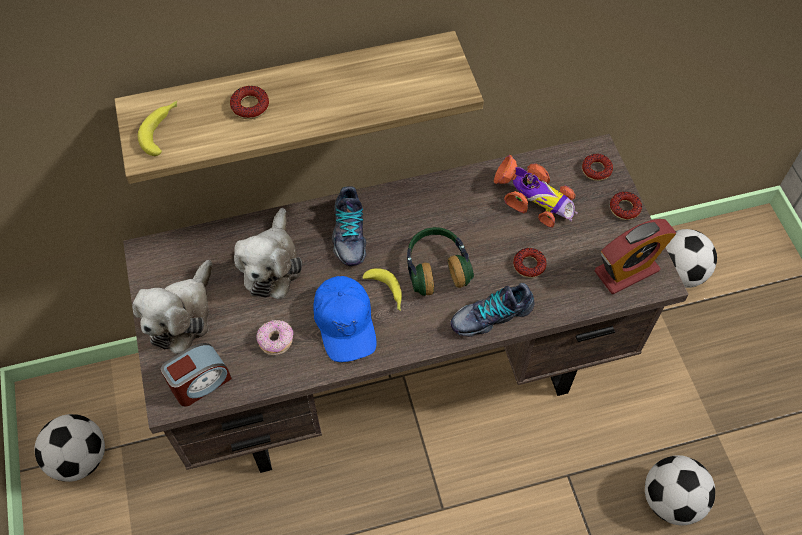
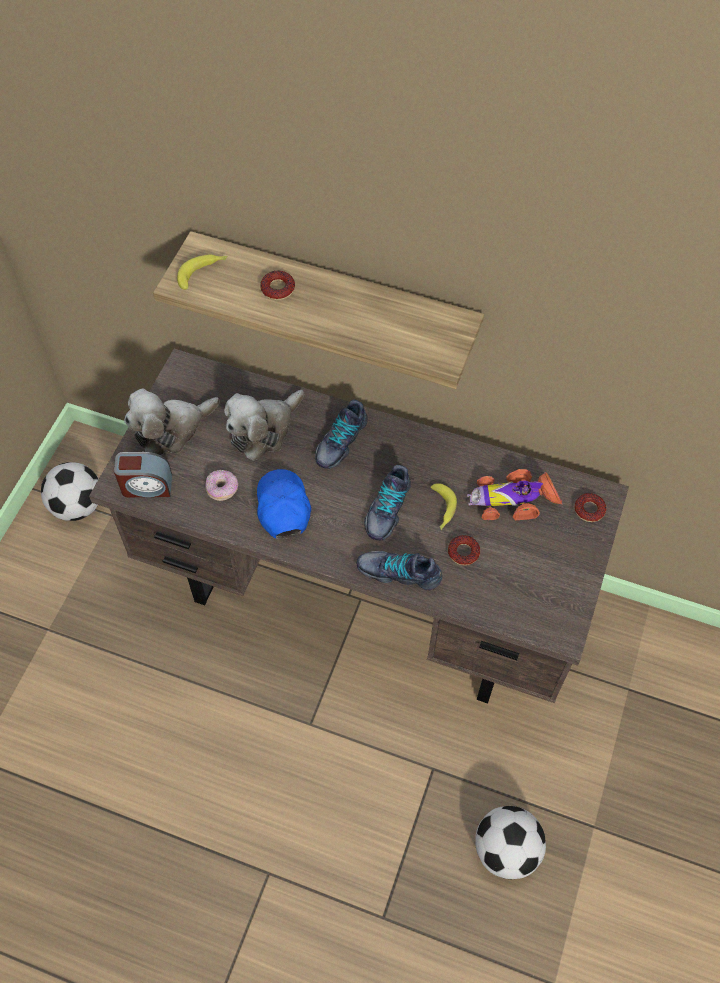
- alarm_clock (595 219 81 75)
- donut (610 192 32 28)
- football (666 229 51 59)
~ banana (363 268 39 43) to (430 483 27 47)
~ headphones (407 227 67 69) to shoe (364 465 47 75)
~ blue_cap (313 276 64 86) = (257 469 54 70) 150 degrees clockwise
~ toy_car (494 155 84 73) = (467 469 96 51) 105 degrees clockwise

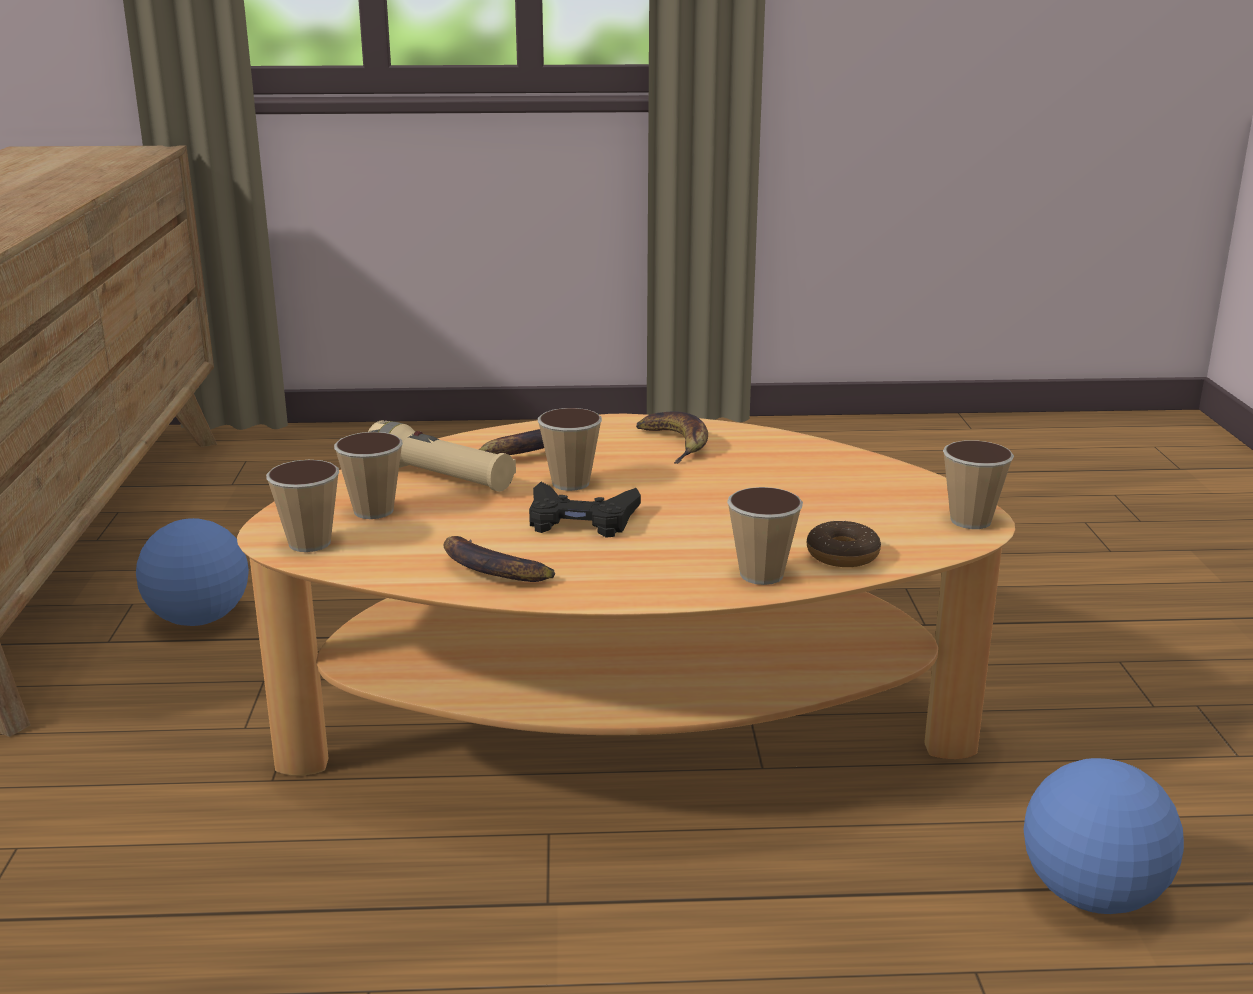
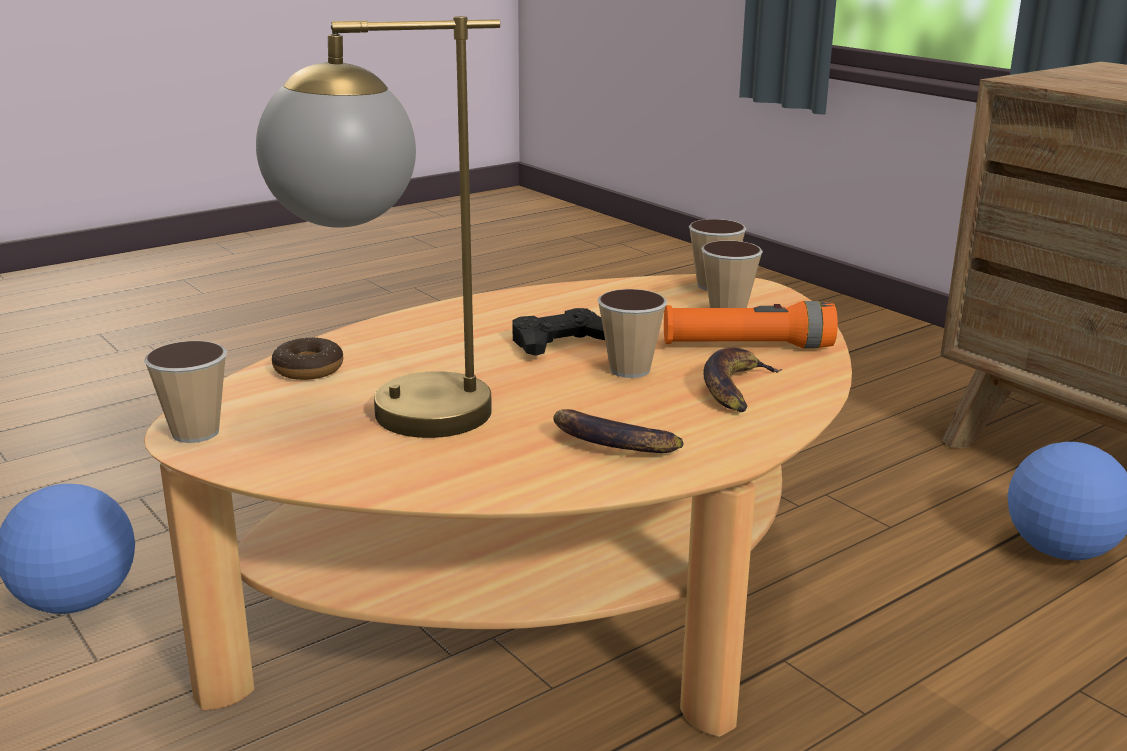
- banana (444 536 111 46)
- cup (727 487 76 98)
+ table_lamp (256 16 244 422)
~ beige_flashlight (368 421 148 71) to orange_flashlight (664 301 174 47)

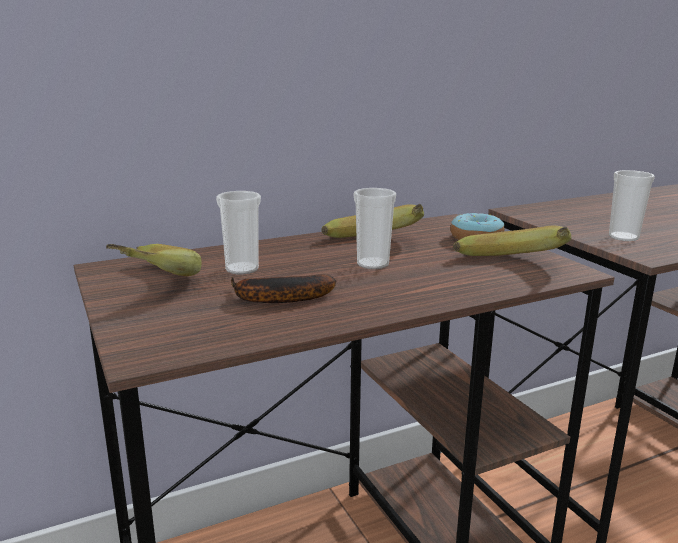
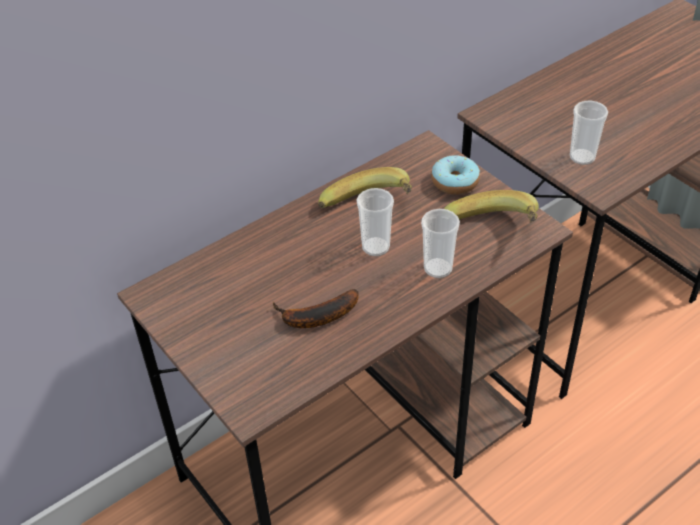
- banana (106 244 96 32)
~ cup (216 191 45 83) to (421 209 39 69)

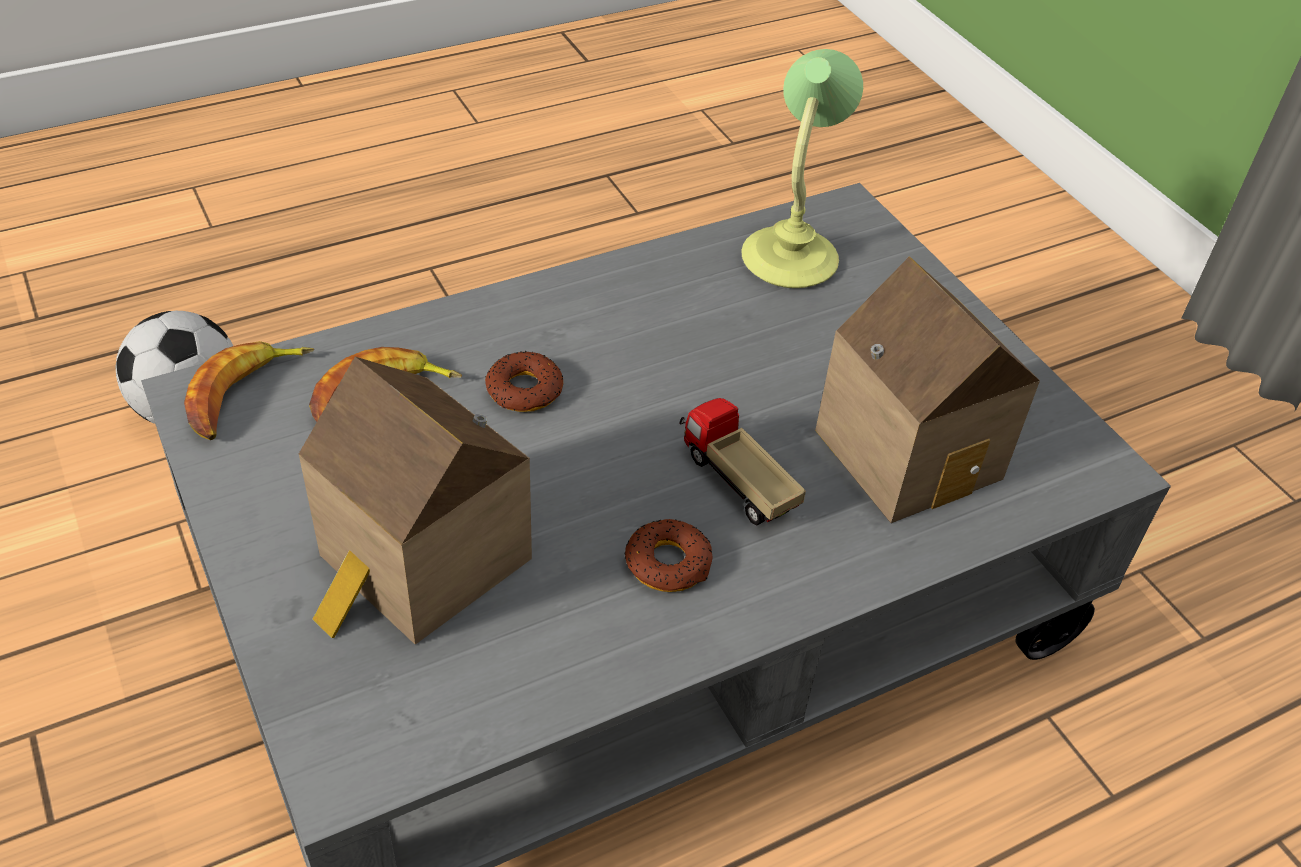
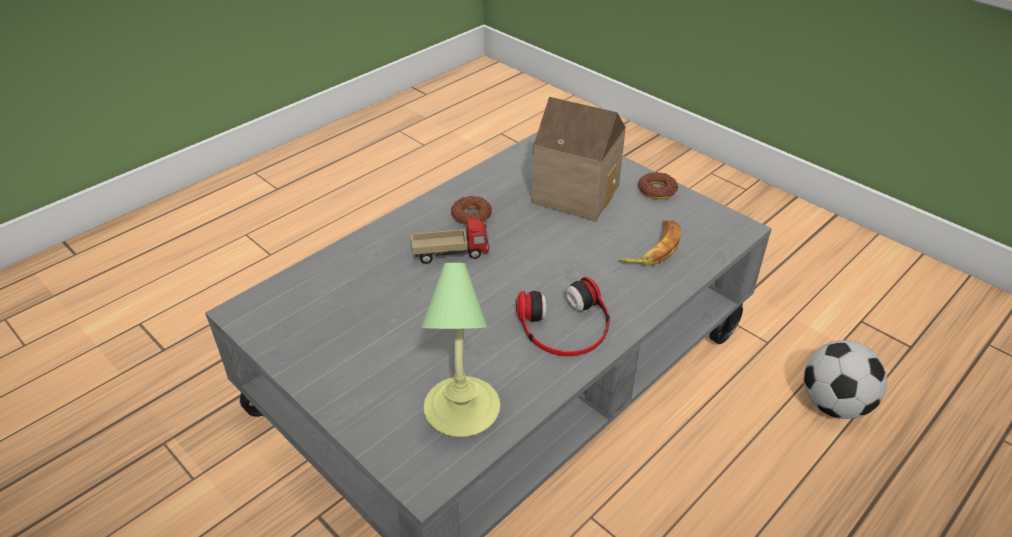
- banana (184 341 130 99)
- toy_house (815 256 225 267)
+ headphones (516 277 94 79)
~ donut (485 351 78 61) to (638 172 40 28)
~ toy_truck (679 398 127 128) = (411 218 78 46) 45 degrees counterclockwise

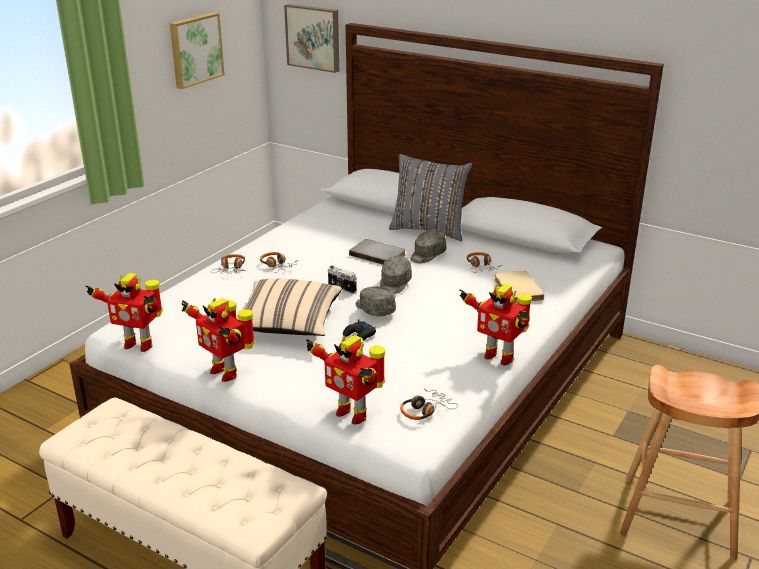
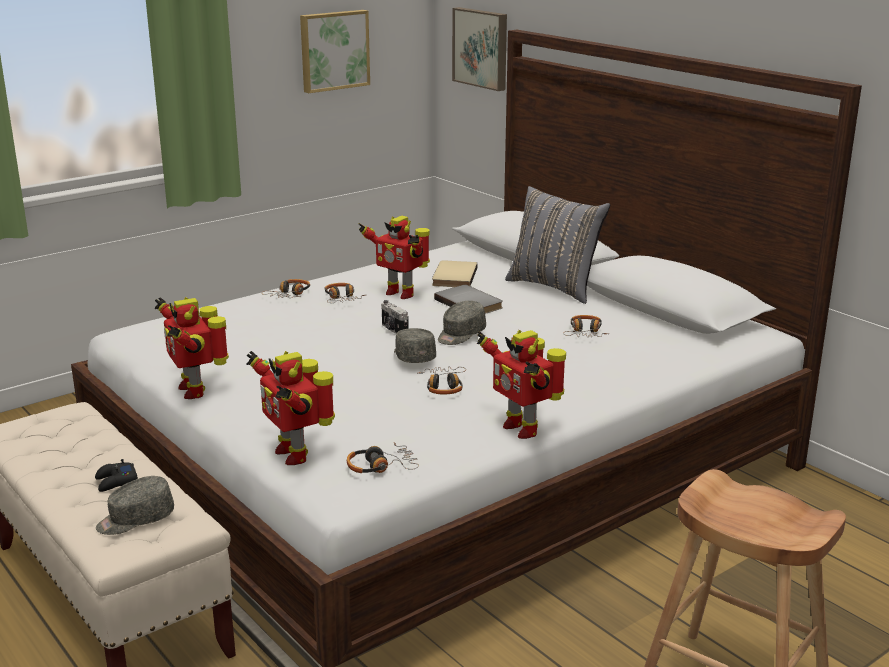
- beige_pillow (236 278 106 58)
+ headphones (420 366 46 29)
~ toy_robot (85 273 78 79) to (359 216 71 83)
~ black_game_controller (343 319 33 22) to (95 459 43 33)
~ grey_cap (410 230 36 33) to (96 476 78 59)
~ beige_book (494 271 50 32) to (432 260 46 27)

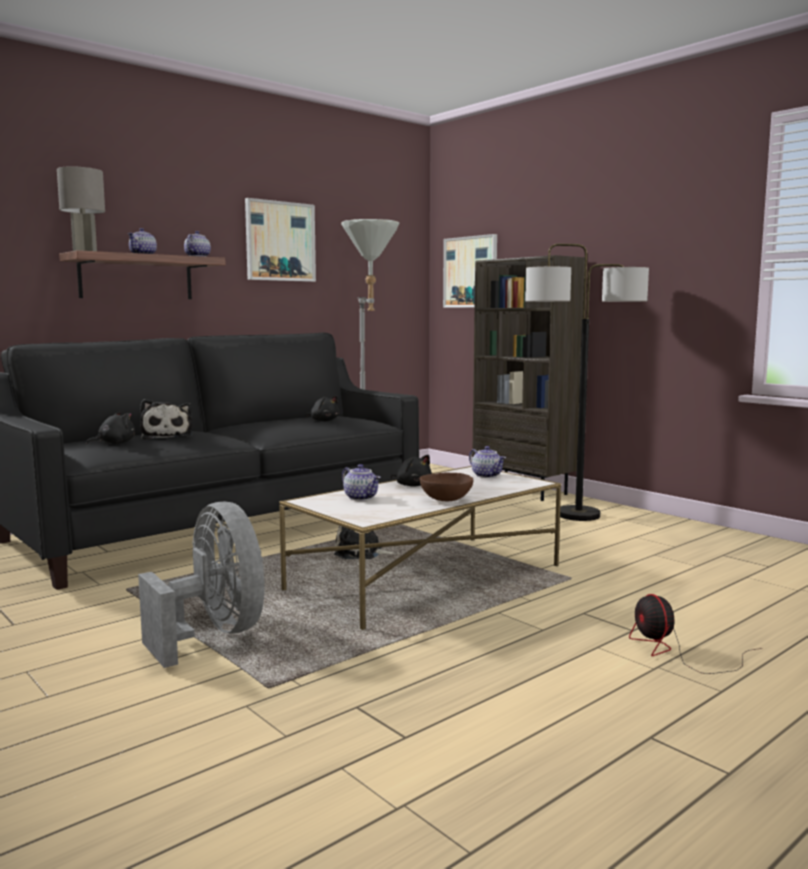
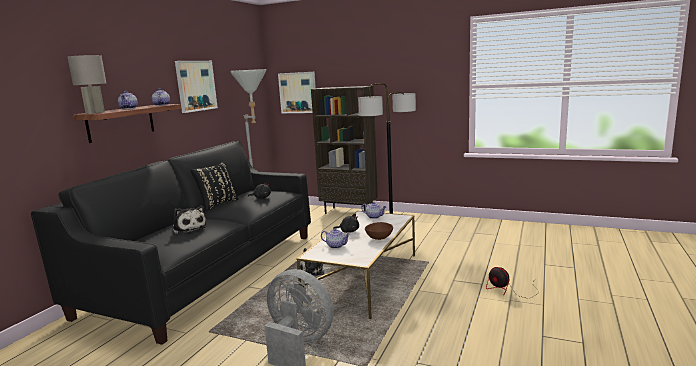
- black_plush_toy (86 412 49 32)
+ black_pillow (191 161 48 50)

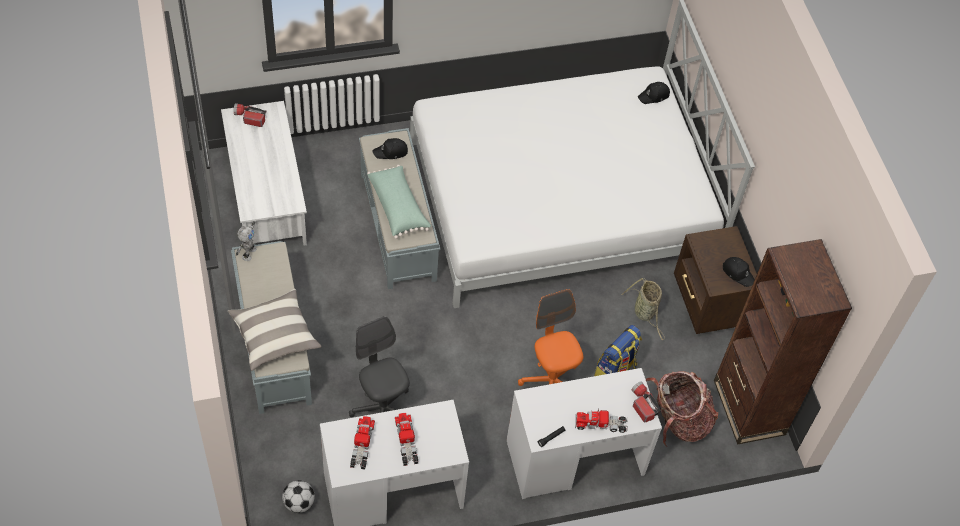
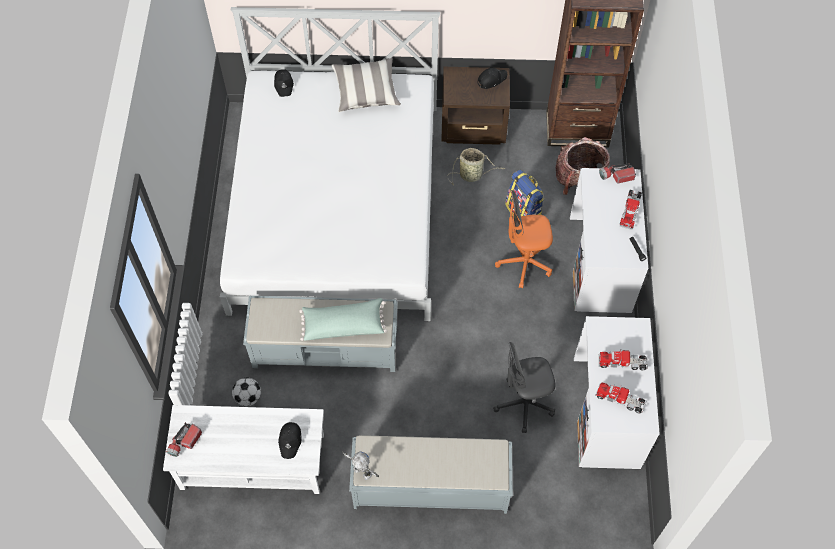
~ pillow (228 289 94 82) to (331 57 70 55)
~ football (282 480 33 33) to (232 378 29 28)
~ black_cap (372 138 36 21) to (278 422 24 37)

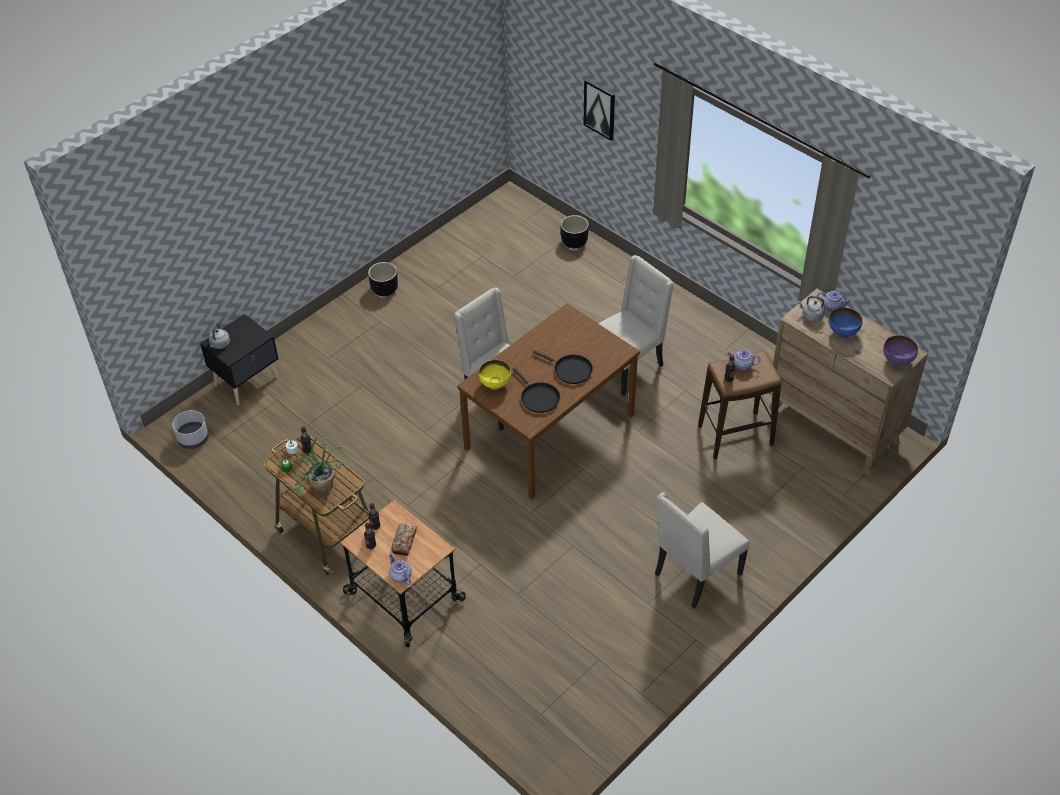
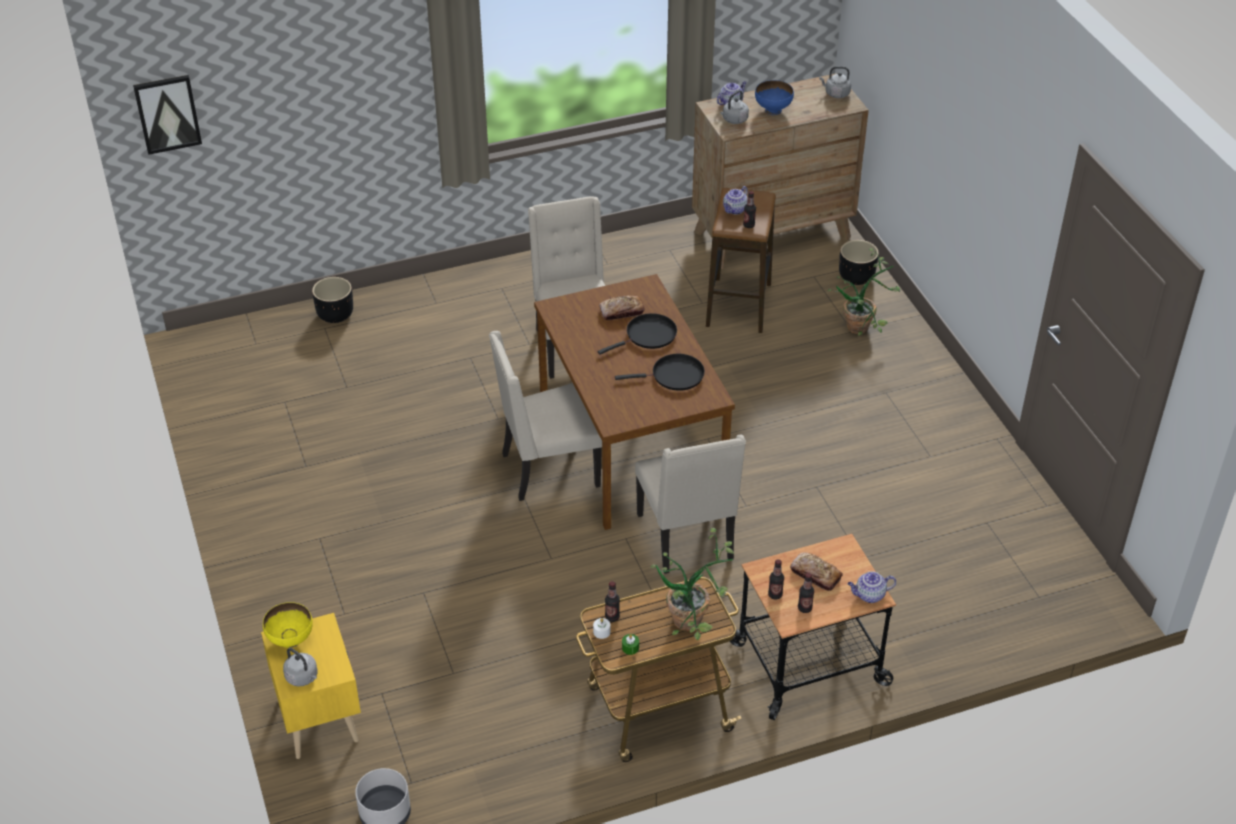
+ bread (599 295 45 25)
+ potted_plant (827 248 73 87)
~ black_planter (368 262 30 34) to (839 240 40 45)
~ yellow_bowl (478 360 33 30) to (263 602 50 46)
~ picture (584 79 31 62) to (133 75 69 80)
~ beige_chair (655 492 95 117) to (635 435 111 139)
~ purple_bowl (883 335 35 31) to grey_kettle (819 66 32 32)
~ black_nightstand (200 314 79 91) to yellow_nightstand (261 613 100 146)

